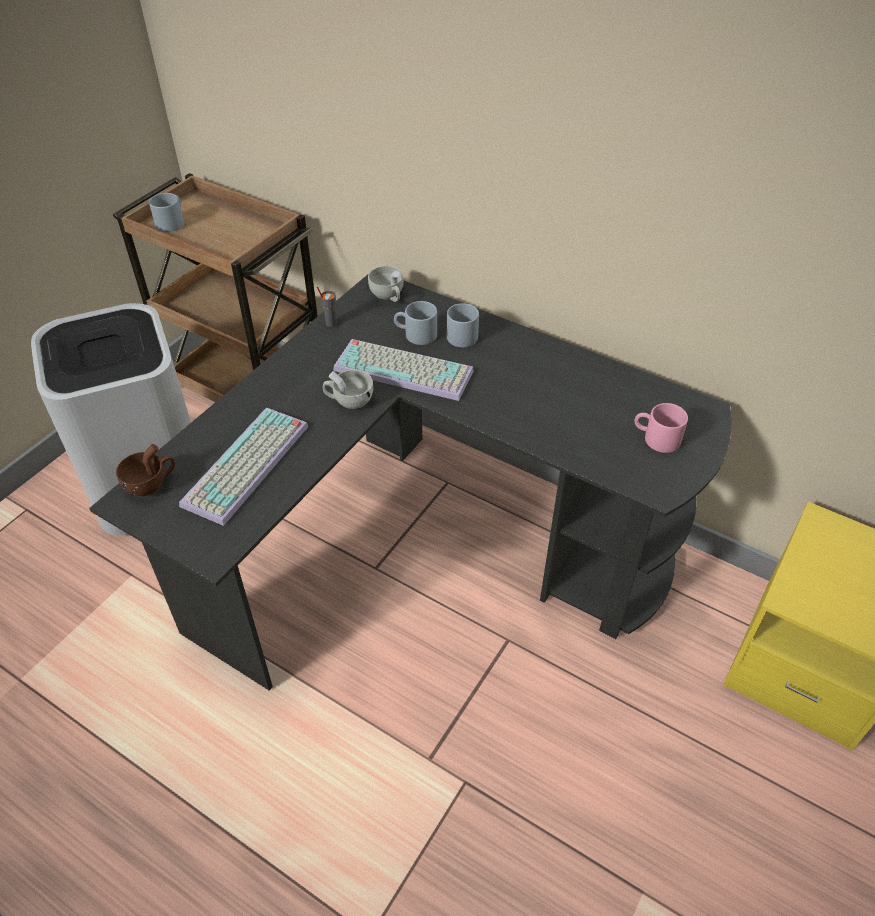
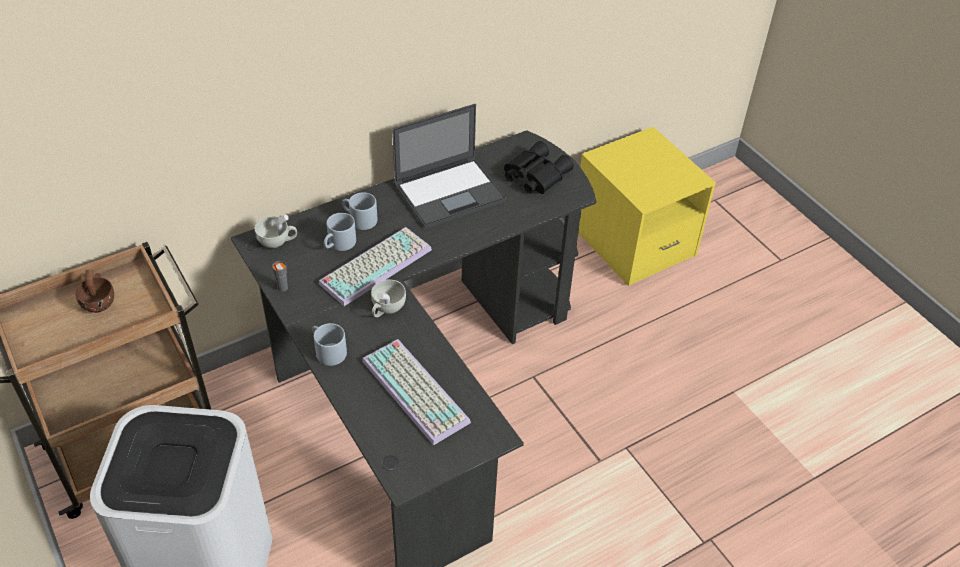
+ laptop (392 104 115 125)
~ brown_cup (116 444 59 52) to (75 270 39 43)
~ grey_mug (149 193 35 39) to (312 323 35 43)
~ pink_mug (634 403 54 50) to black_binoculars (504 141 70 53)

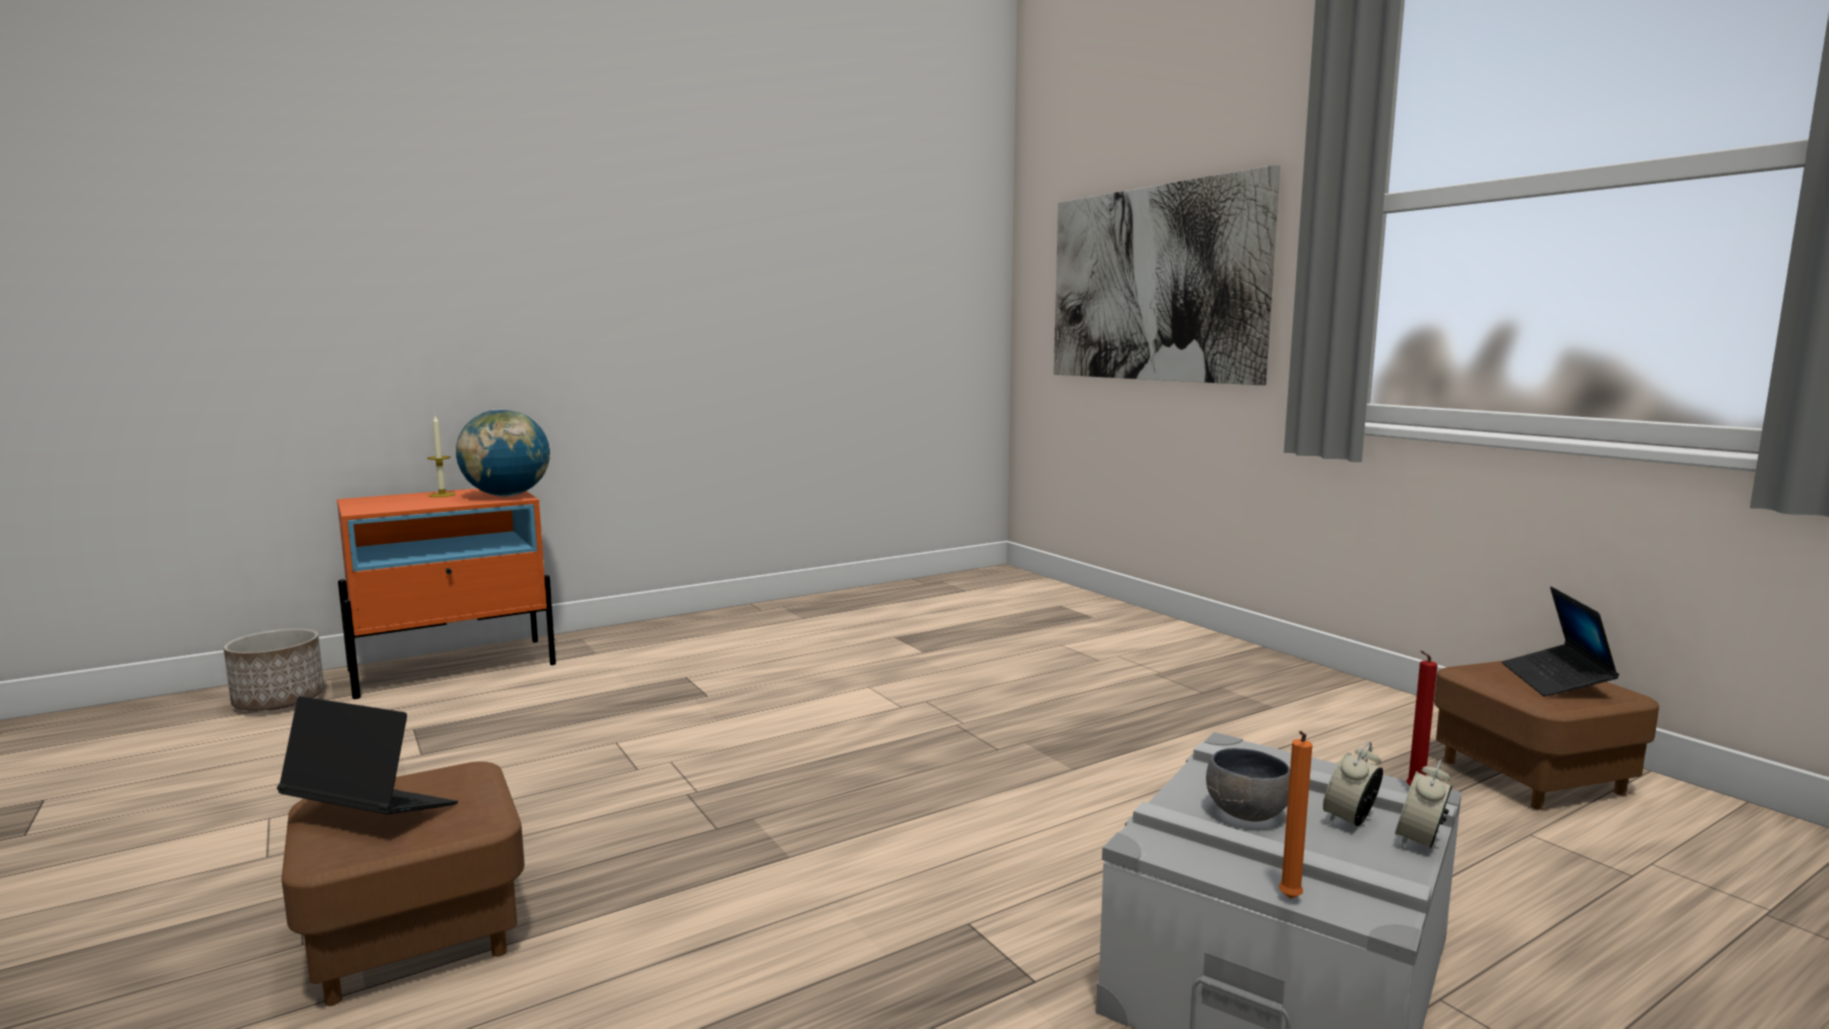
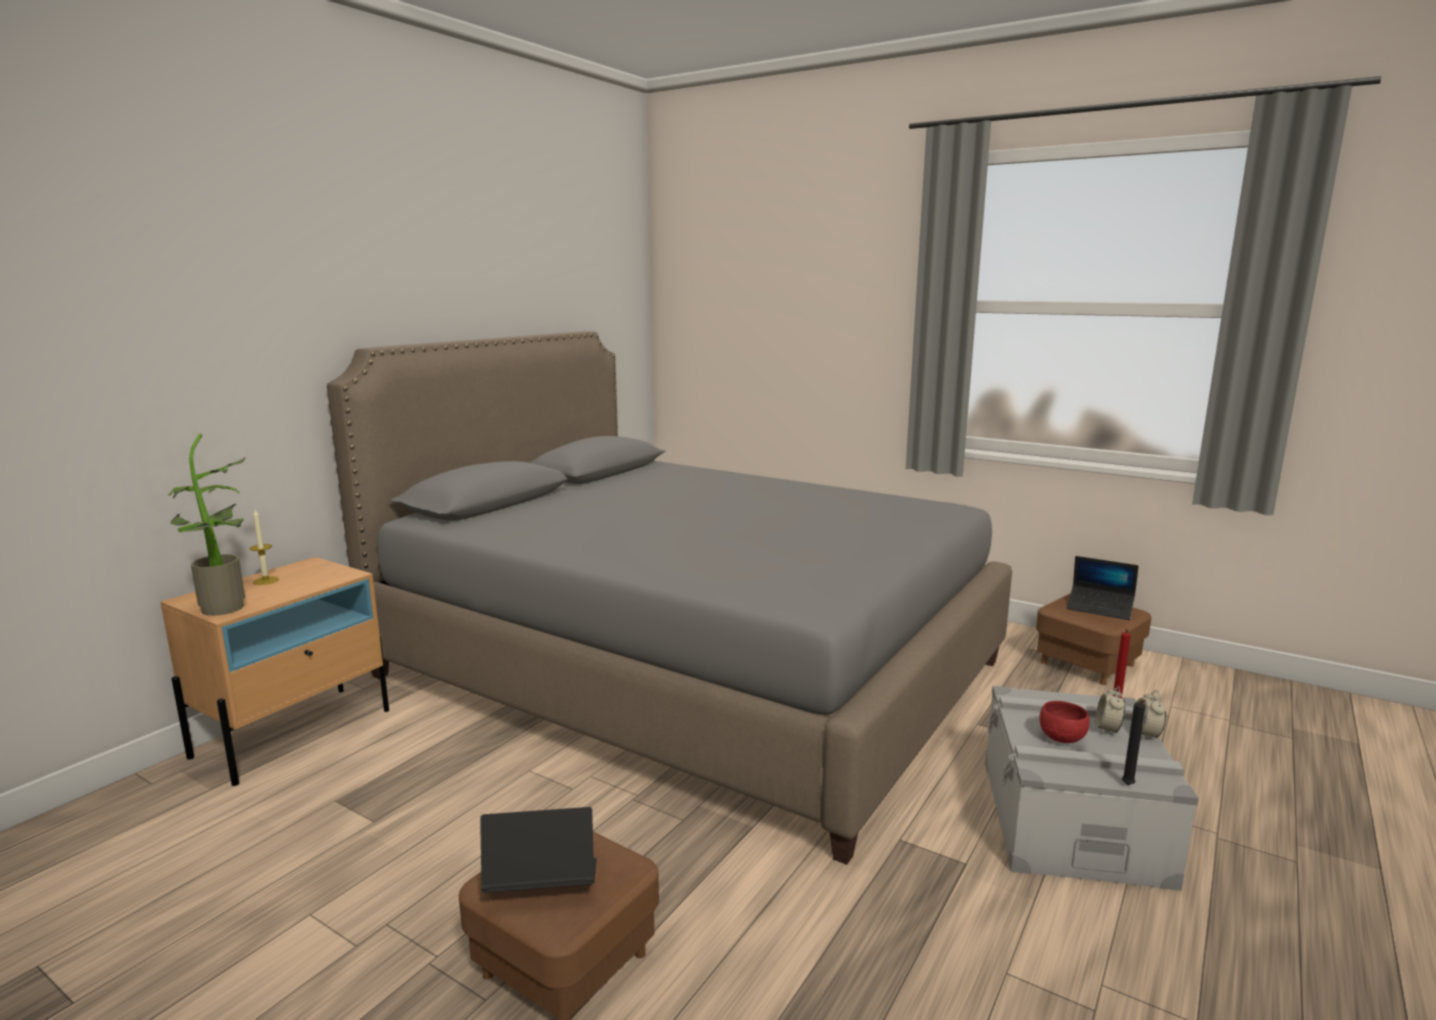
- planter (223 628 101 83)
- globe (456 409 94 88)
- picture (1054 165 226 220)
+ potted_plant (168 433 77 183)
+ grey_bed (327 331 685 534)
~ orange_nightstand (337 488 219 211) to beige_nightstand (160 557 229 229)
~ grey_bowl (1206 748 84 73) to red_bowl (1039 701 51 42)
~ orange_candle (1279 731 33 168) to black_candle (1122 700 23 85)
~ laptop (1502 586 117 110) = (1067 556 72 64) 45 degrees counterclockwise

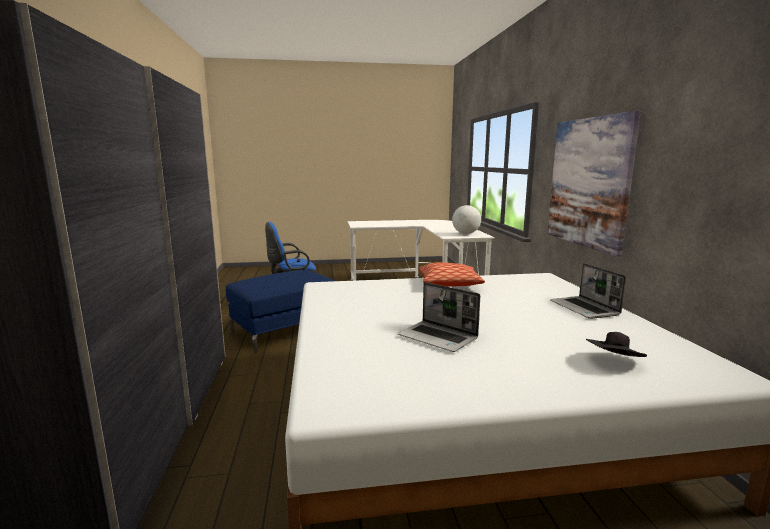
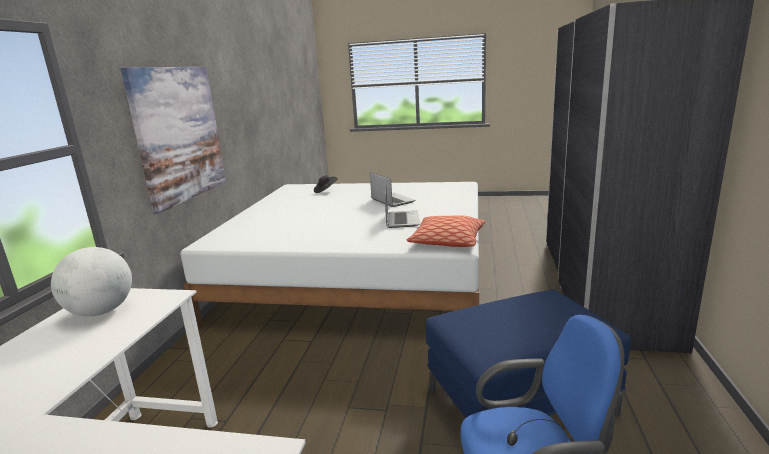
~ pillow (419 262 66 25) to (407 215 78 32)
~ laptop (550 263 76 56) to (385 186 35 42)

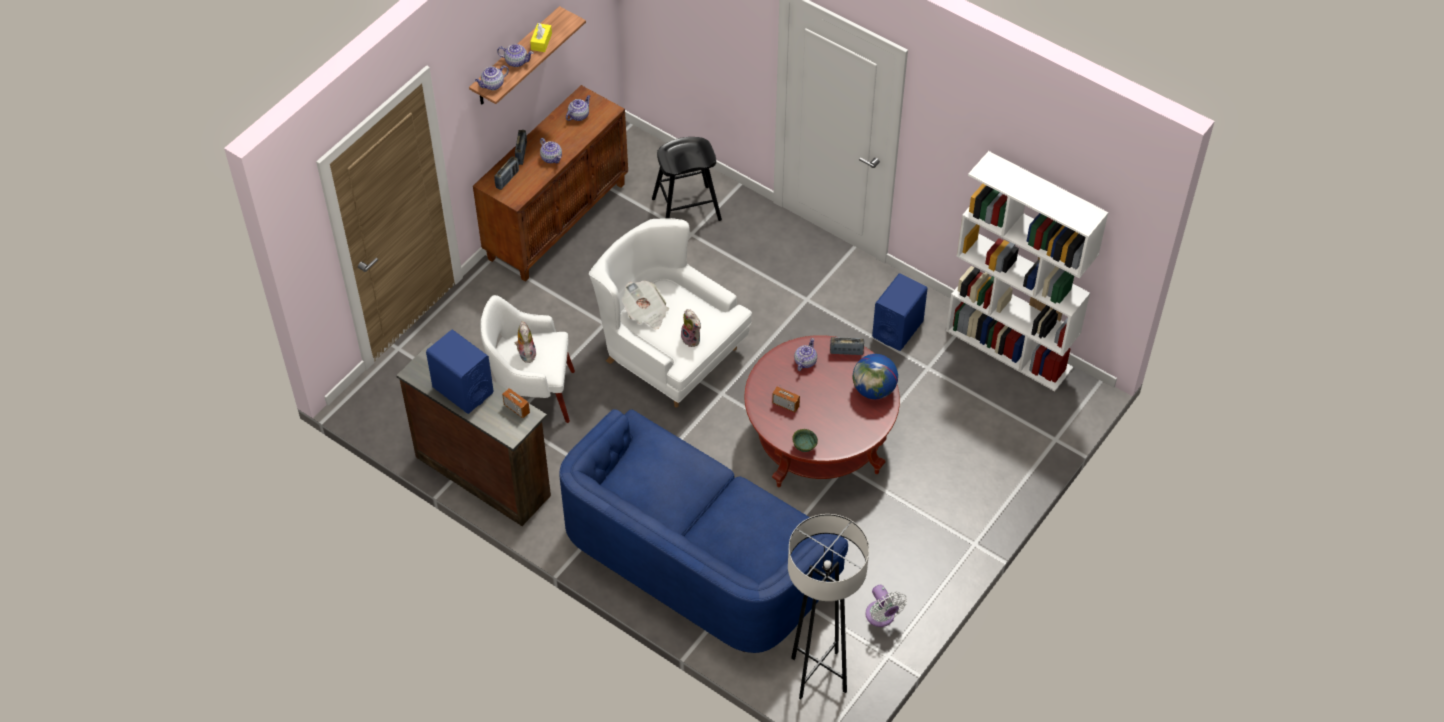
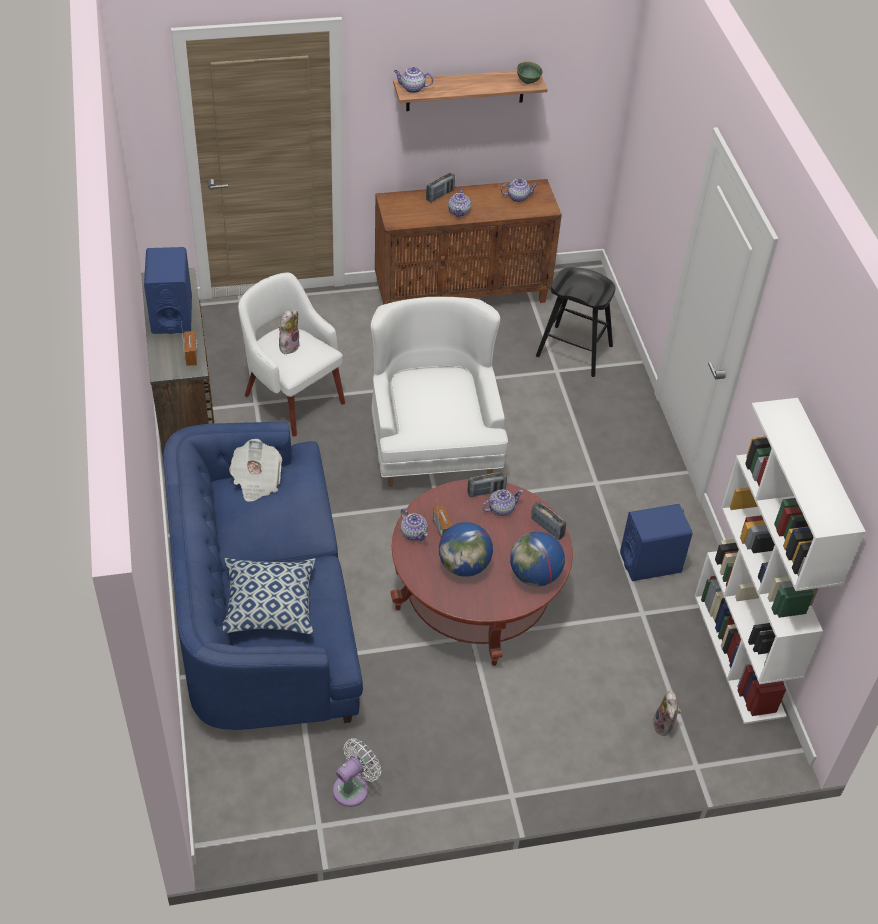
- yellow_tissue_box (530 23 22 29)
- grey_floor_lamp (788 514 81 186)
+ pillow (222 558 93 76)
+ globe (439 522 54 55)
~ radio (494 156 25 34) to (468 472 39 25)
~ teapot (497 44 37 23) to (401 508 27 33)
~ newspaper (622 281 47 48) to (229 439 53 63)
~ plush_toy (681 309 20 38) to (652 690 29 46)
~ green_bowl (792 429 26 23) to (517 62 26 22)
~ white_fan (865 585 42 42) = (333 738 48 69) 150 degrees counterclockwise

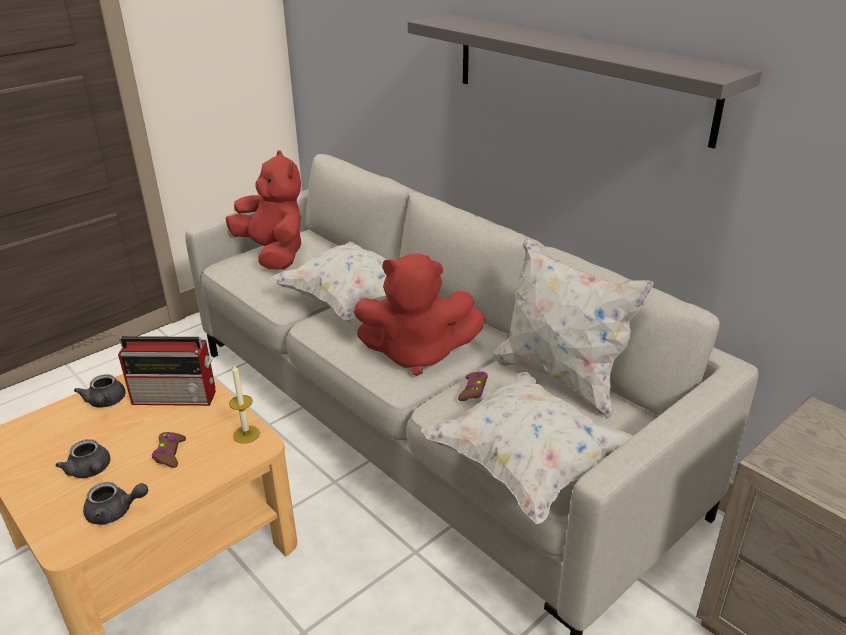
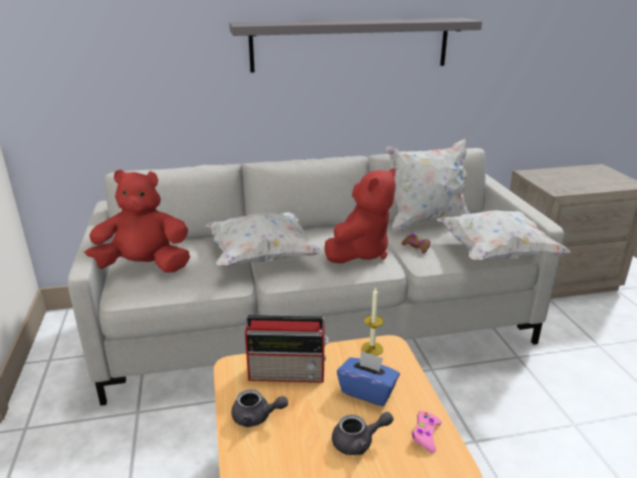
~ grey_teapot (83 482 65 43) to pink_game_controller (412 411 30 42)
~ brown_game_controller (152 432 34 36) to blue_tissue_box (337 350 63 56)
~ radio (118 336 98 70) = (245 315 84 68) 60 degrees clockwise

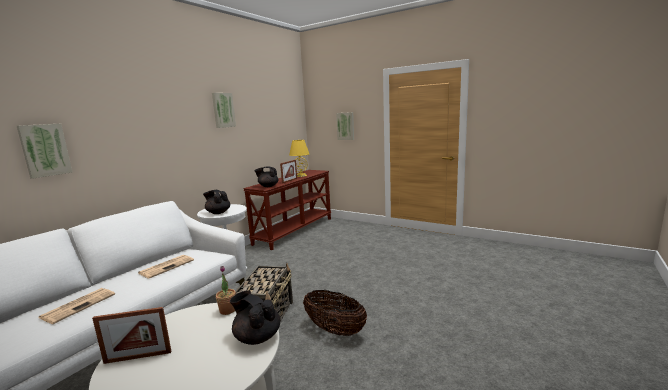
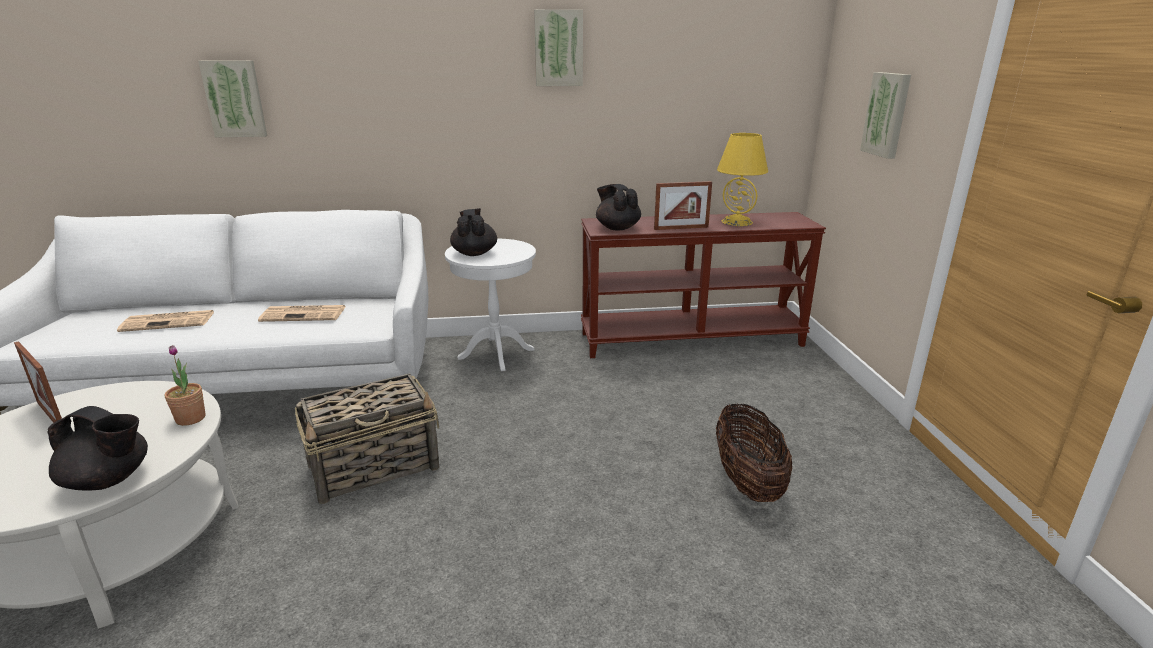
~ basket (303 290 64 46) to (716 403 76 99)
~ black_teapot (230 290 50 55) = (47 406 101 85) 105 degrees clockwise

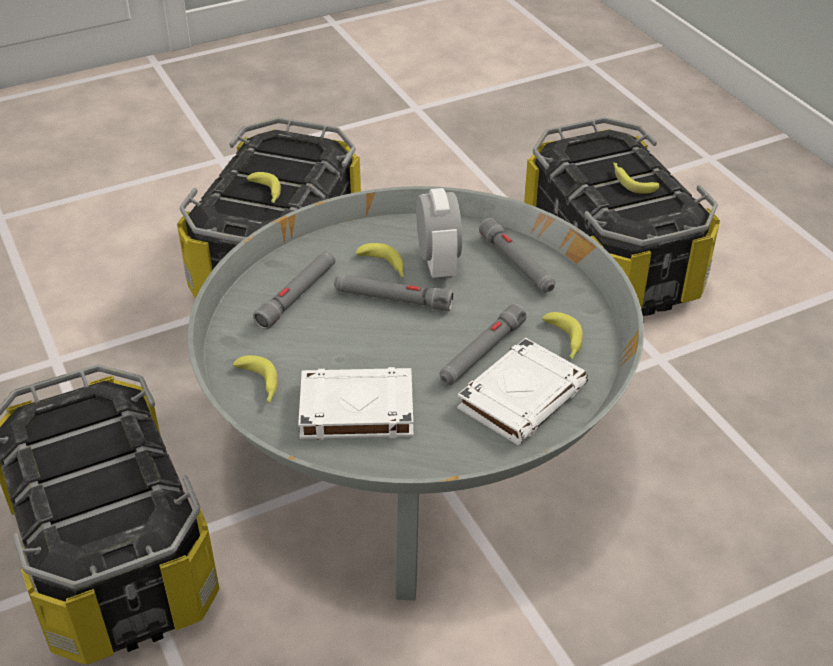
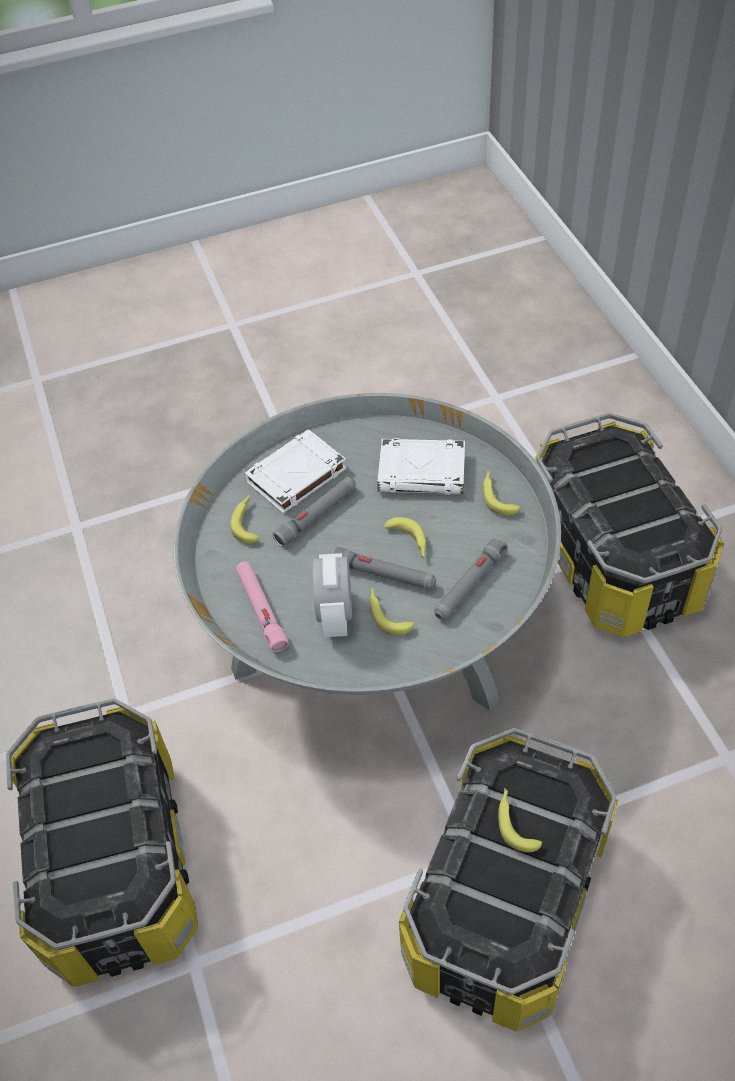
~ banana (613 162 46 32) to (384 517 42 41)
~ grey_flashlight (479 218 77 75) to pink_flashlight (236 562 53 90)

